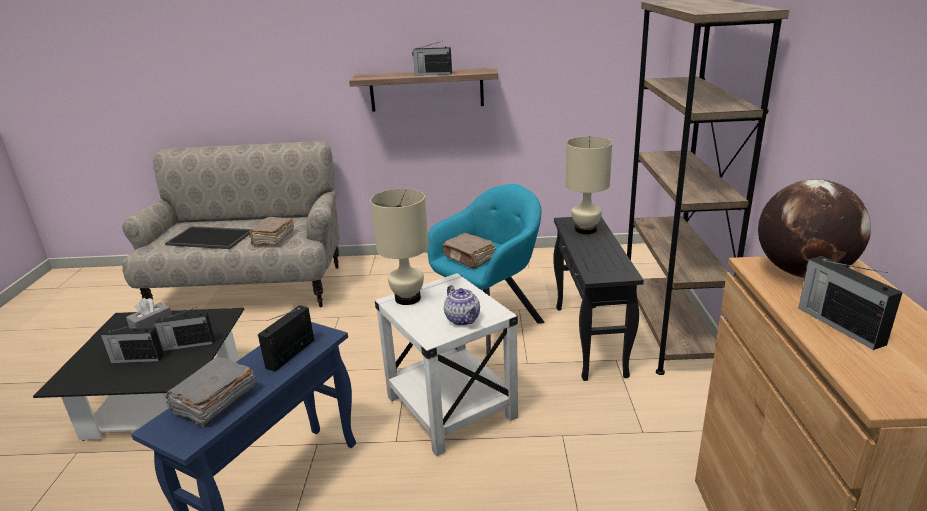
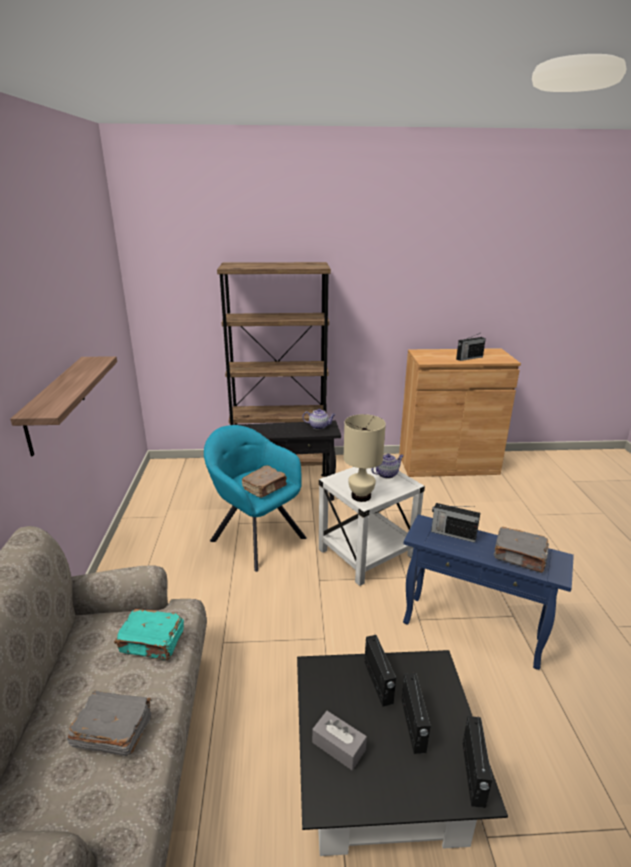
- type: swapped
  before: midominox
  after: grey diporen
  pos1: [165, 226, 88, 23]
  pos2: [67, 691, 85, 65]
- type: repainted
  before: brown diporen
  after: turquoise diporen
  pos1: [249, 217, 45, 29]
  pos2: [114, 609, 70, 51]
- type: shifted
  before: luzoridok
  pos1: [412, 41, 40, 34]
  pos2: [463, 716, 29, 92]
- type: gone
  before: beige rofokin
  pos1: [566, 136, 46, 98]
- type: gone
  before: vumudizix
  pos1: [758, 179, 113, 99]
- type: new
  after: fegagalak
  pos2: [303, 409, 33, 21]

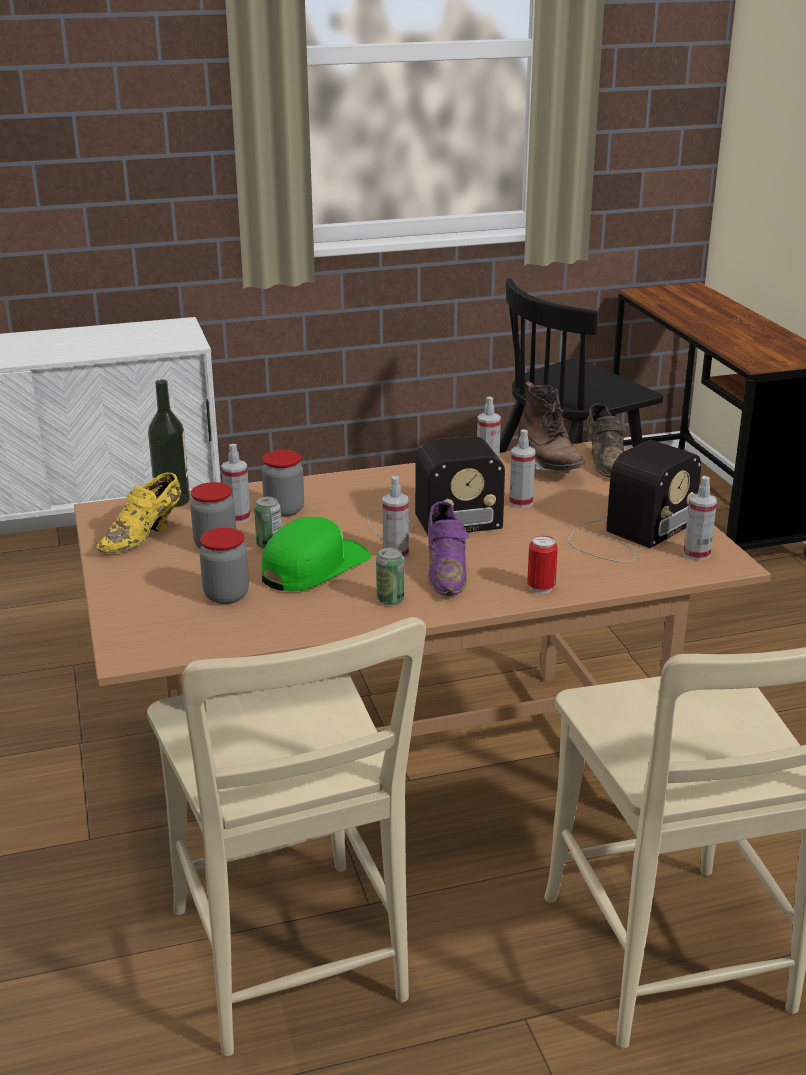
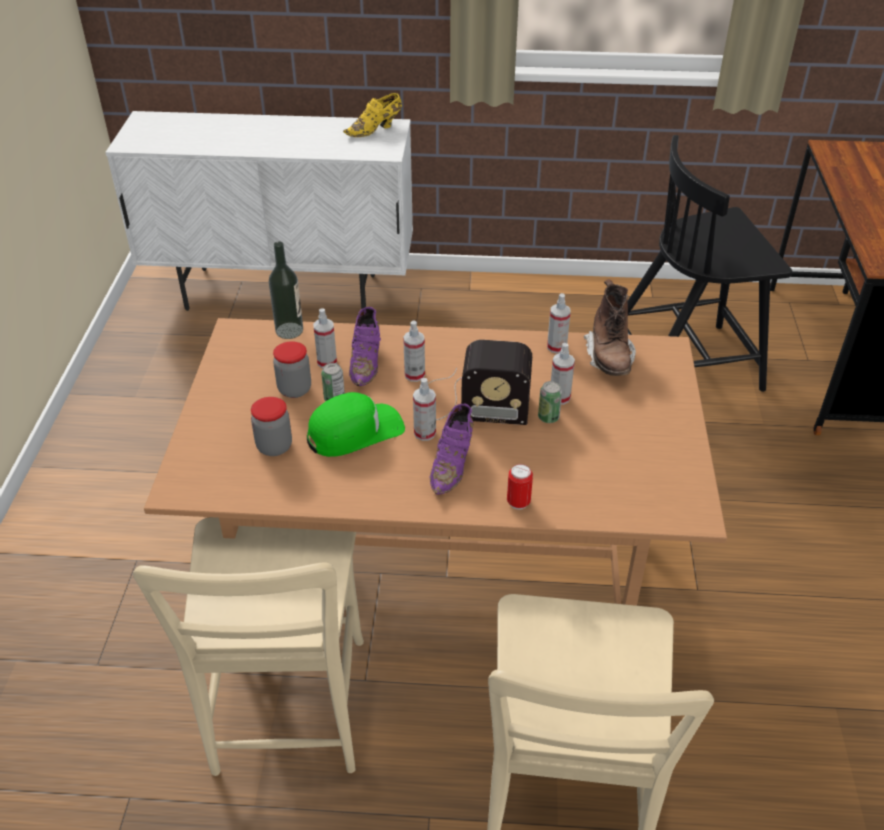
- type: shifted
  before: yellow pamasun
  pos1: [95, 472, 86, 81]
  pos2: [343, 93, 59, 44]
- type: swapped
  before: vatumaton
  after: purple pamasun
  pos1: [262, 450, 42, 67]
  pos2: [349, 307, 32, 79]
- type: shifted
  before: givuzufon
  pos1: [376, 548, 29, 57]
  pos2: [538, 381, 24, 42]
- type: gone
  before: luzoridok
  pos1: [562, 440, 139, 122]
- type: gone
  before: brown pamasun
  pos1: [587, 404, 39, 73]
- type: shifted
  before: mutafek
  pos1: [683, 476, 34, 85]
  pos2: [403, 321, 22, 61]

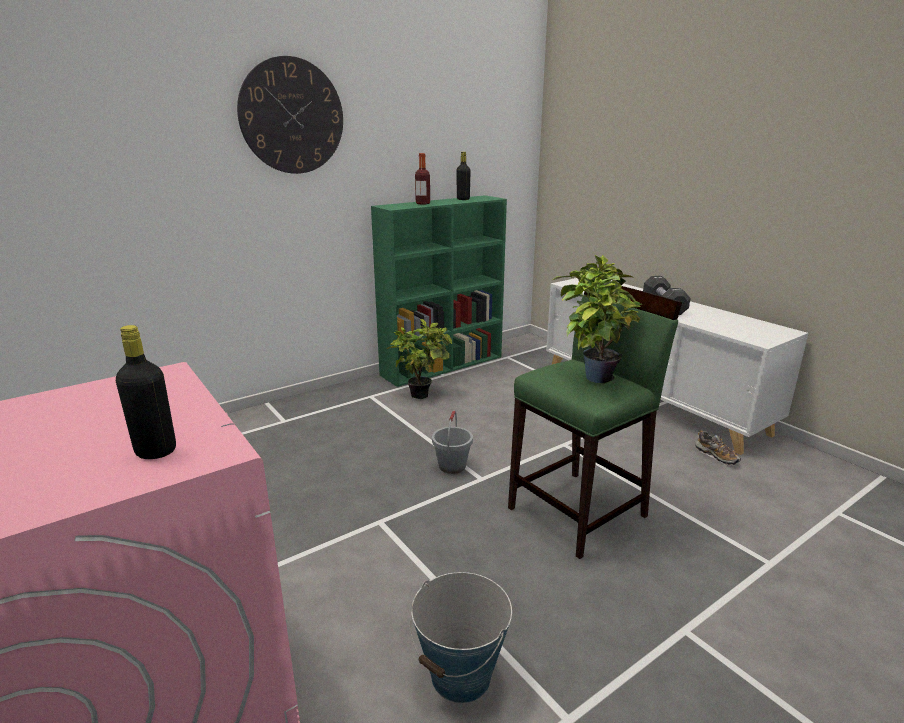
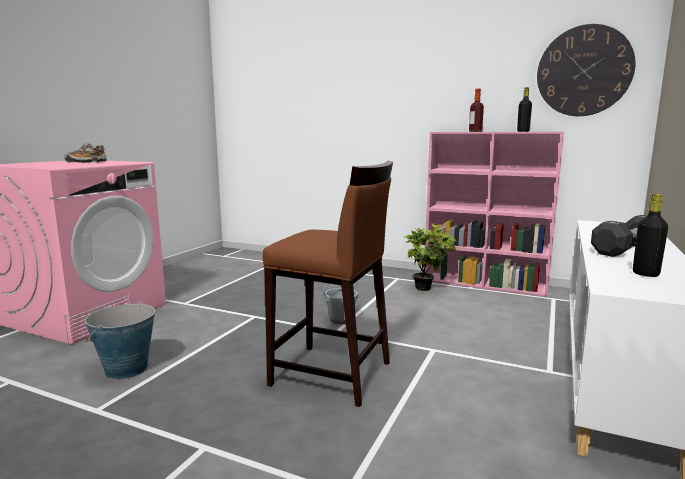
- type: shifted
  before: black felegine
  pos1: [116, 325, 60, 134]
  pos2: [633, 194, 35, 83]
- type: shifted
  before: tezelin
  pos1: [237, 56, 106, 118]
  pos2: [537, 24, 98, 92]
- type: repainted
  before: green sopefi
  after: pink sopefi
  pos1: [371, 195, 136, 192]
  pos2: [425, 132, 139, 165]
- type: repainted
  before: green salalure
  after: brown salalure
  pos1: [508, 286, 174, 273]
  pos2: [262, 160, 131, 247]
- type: gone
  before: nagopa
  pos1: [553, 255, 90, 129]
- type: shifted
  before: pamasun
  pos1: [696, 430, 45, 36]
  pos2: [65, 143, 42, 20]

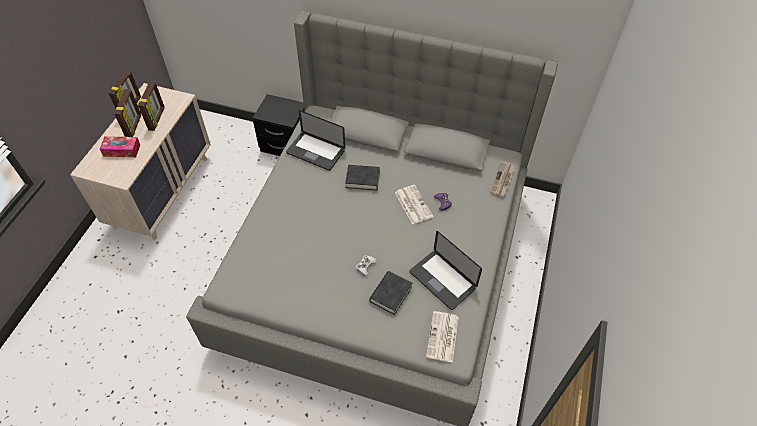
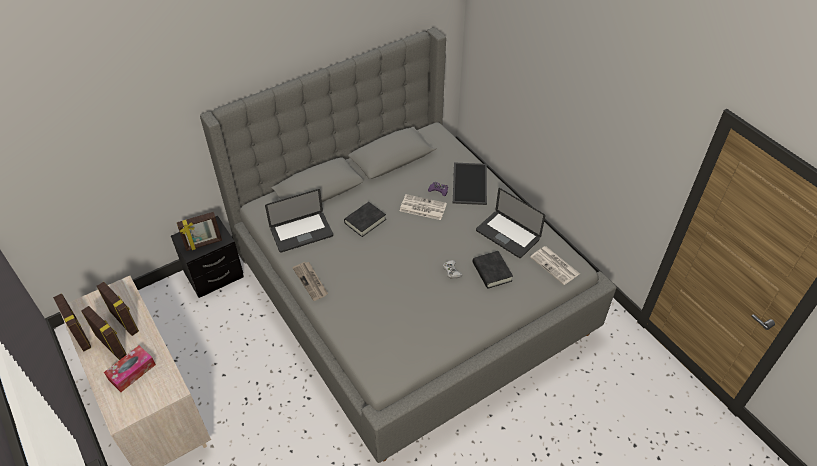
- type: rotated
  before: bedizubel
  pos1: [409, 231, 73, 79]
  pos2: [476, 188, 69, 70]
  turn: 45
- type: shifted
  before: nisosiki
  pos1: [491, 161, 25, 35]
  pos2: [293, 262, 35, 39]
- type: new
  after: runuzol
  pos2: [177, 212, 45, 39]
- type: new
  after: midominox
  pos2: [453, 162, 34, 43]

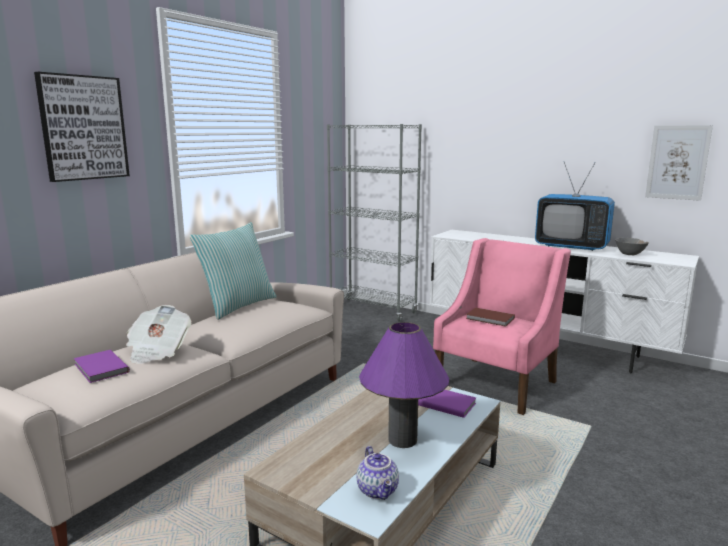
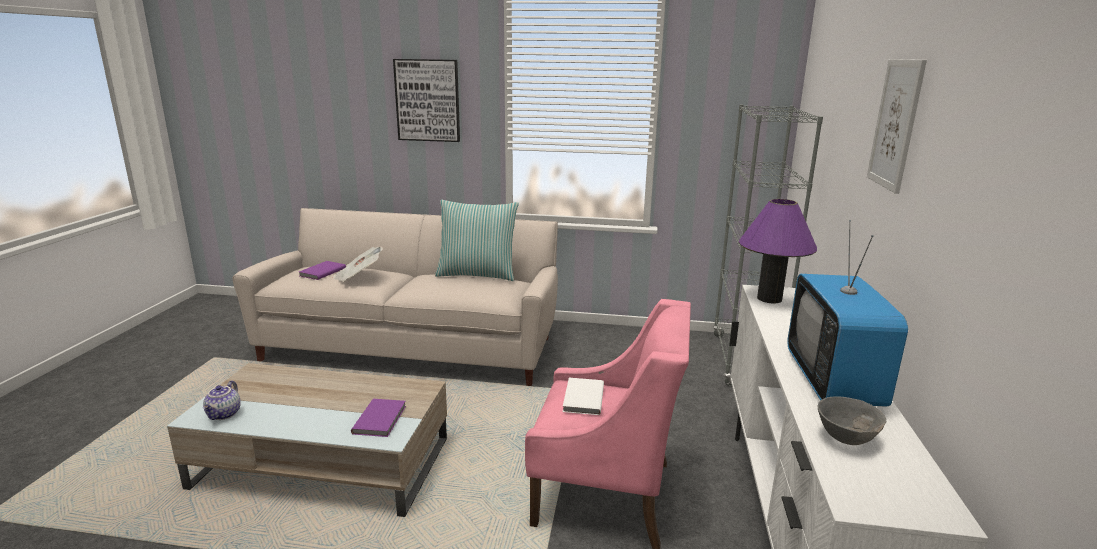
- type: rotated
  before: fegagalak
  pos1: [357, 446, 42, 54]
  pos2: [203, 381, 38, 39]
  turn: -45
- type: shifted
  before: purple rofokin
  pos1: [359, 322, 90, 126]
  pos2: [739, 199, 78, 105]
- type: repainted
  before: brown diporen
  after: white diporen
  pos1: [466, 308, 49, 19]
  pos2: [563, 378, 41, 37]
- type: shifted
  before: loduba
  pos1: [645, 125, 68, 76]
  pos2: [867, 59, 60, 135]

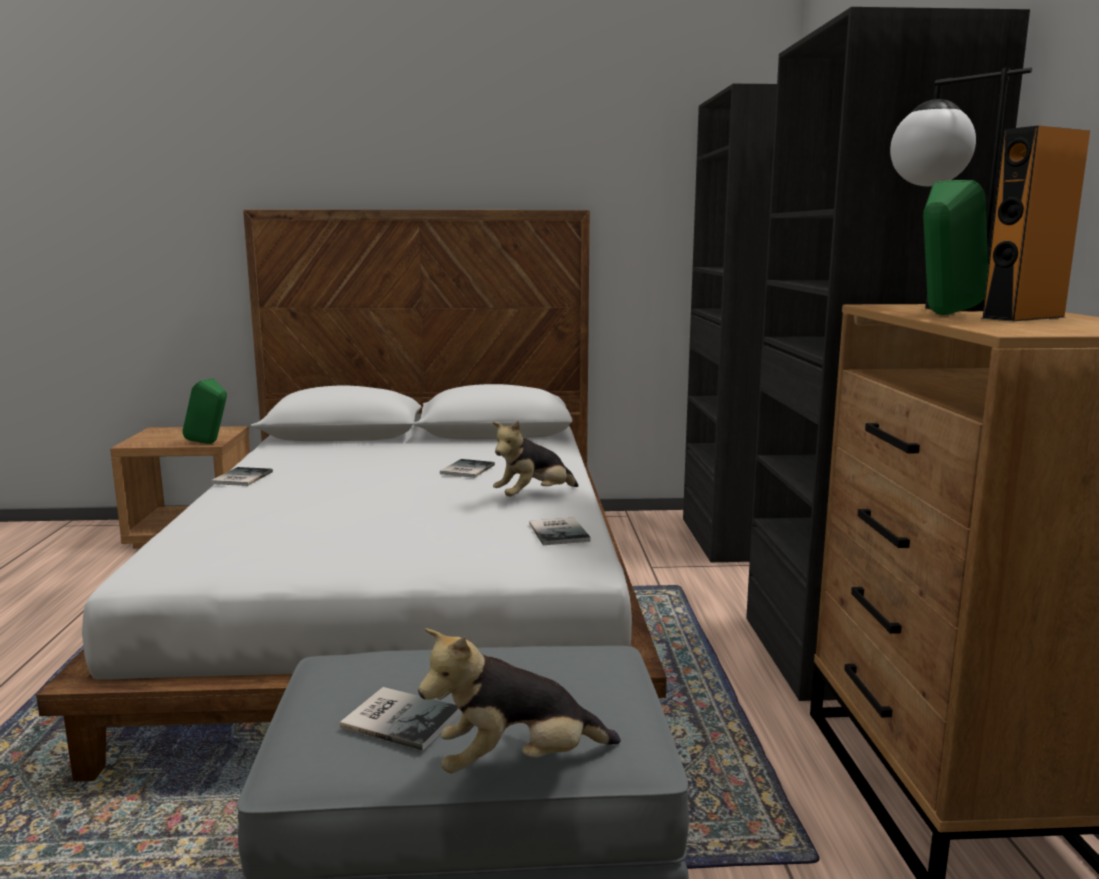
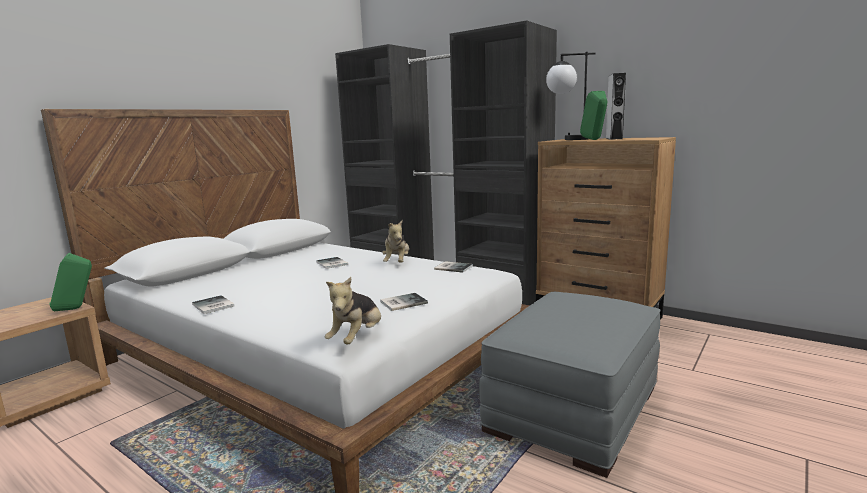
- type: shifted
  before: diporen
  pos1: [340, 687, 121, 63]
  pos2: [380, 293, 48, 18]
- type: shifted
  before: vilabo
  pos1: [418, 628, 203, 145]
  pos2: [325, 277, 56, 67]
- type: repainted
  before: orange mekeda
  after: grey mekeda
  pos1: [980, 125, 110, 197]
  pos2: [606, 73, 20, 67]

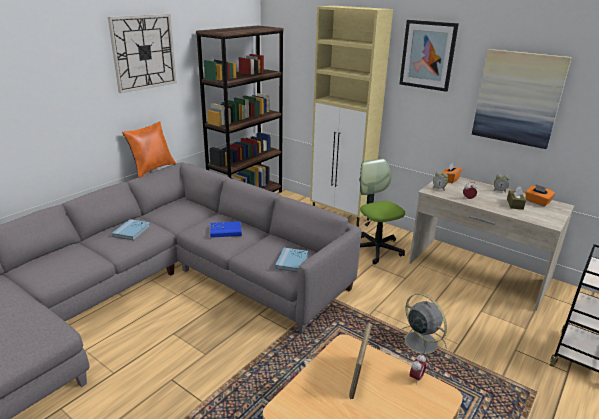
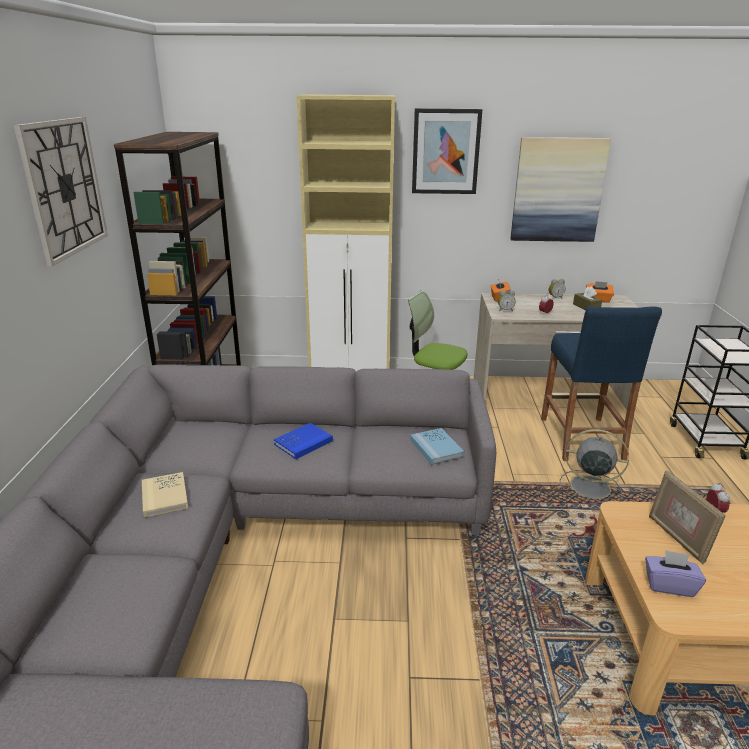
- type: repainted
  before: blue diporen
  after: beige diporen
  pos1: [112, 219, 38, 21]
  pos2: [142, 472, 46, 46]
- type: gone
  before: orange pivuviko
  pos1: [122, 121, 54, 57]
- type: new
  after: blue salalure
  pos2: [541, 306, 121, 155]
- type: new
  after: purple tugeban
  pos2: [645, 550, 61, 47]

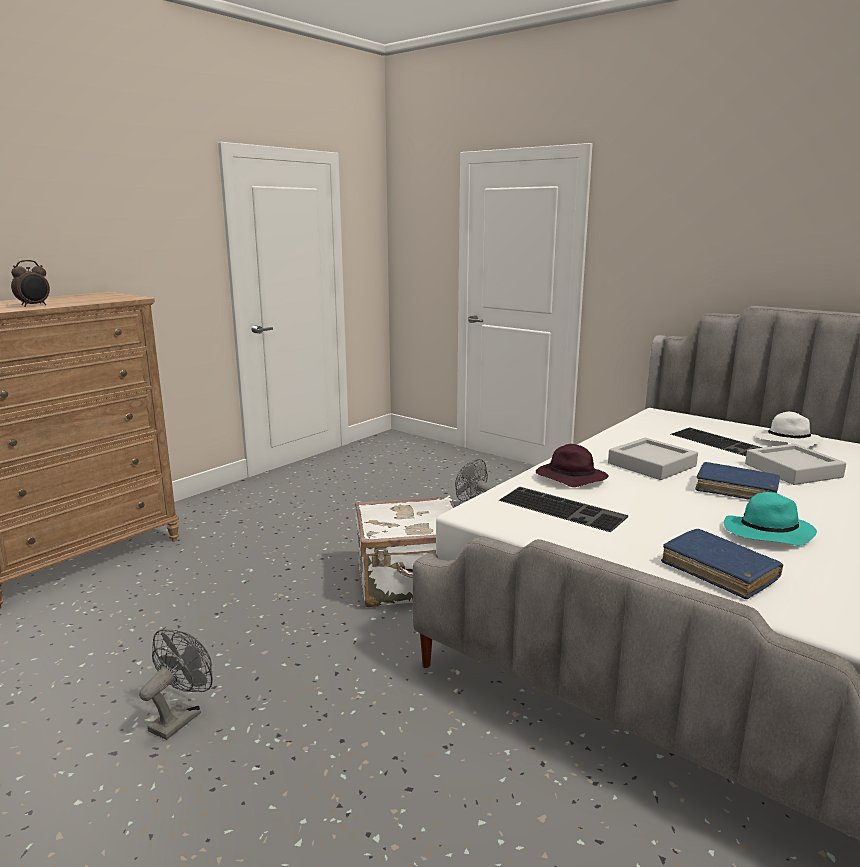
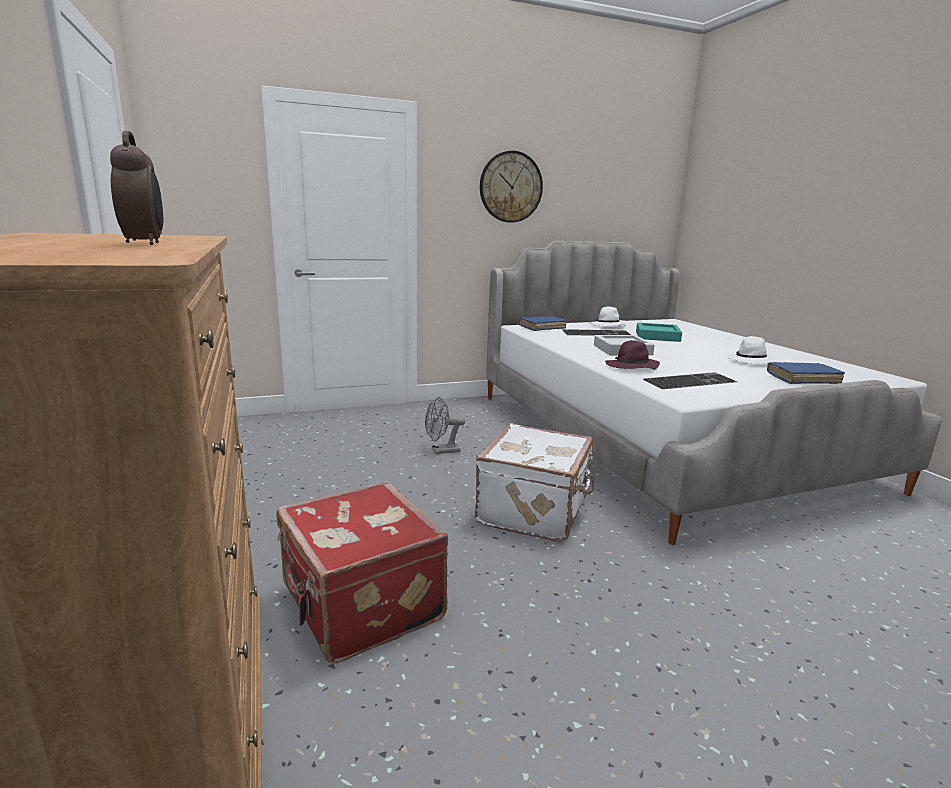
- type: gone
  before: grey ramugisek
  pos1: [139, 629, 74, 111]
- type: shifted
  before: blue diporen
  pos1: [695, 462, 85, 38]
  pos2: [519, 316, 48, 15]
- type: repainted
  before: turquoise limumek
  after: white limumek
  pos1: [724, 492, 93, 54]
  pos2: [727, 336, 50, 28]
- type: repainted
  before: grey midominox
  after: turquoise midominox
  pos1: [745, 444, 101, 41]
  pos2: [636, 322, 46, 20]
- type: new
  after: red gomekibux
  pos2: [276, 481, 172, 182]
- type: new
  after: tezelin
  pos2: [480, 151, 63, 72]

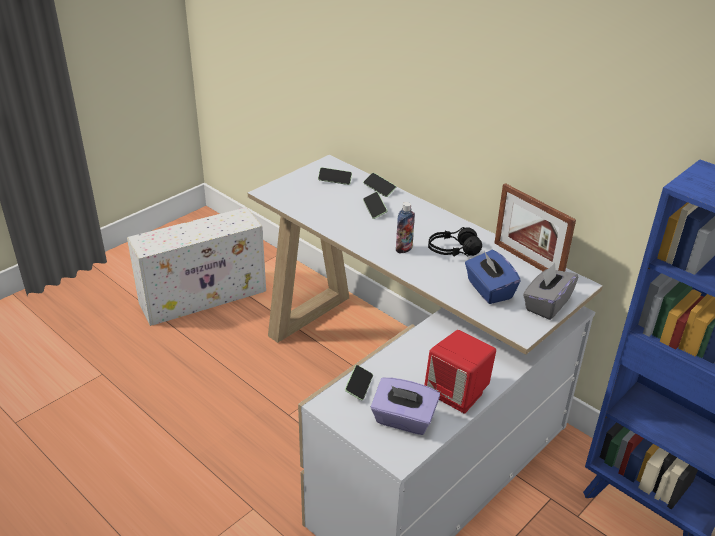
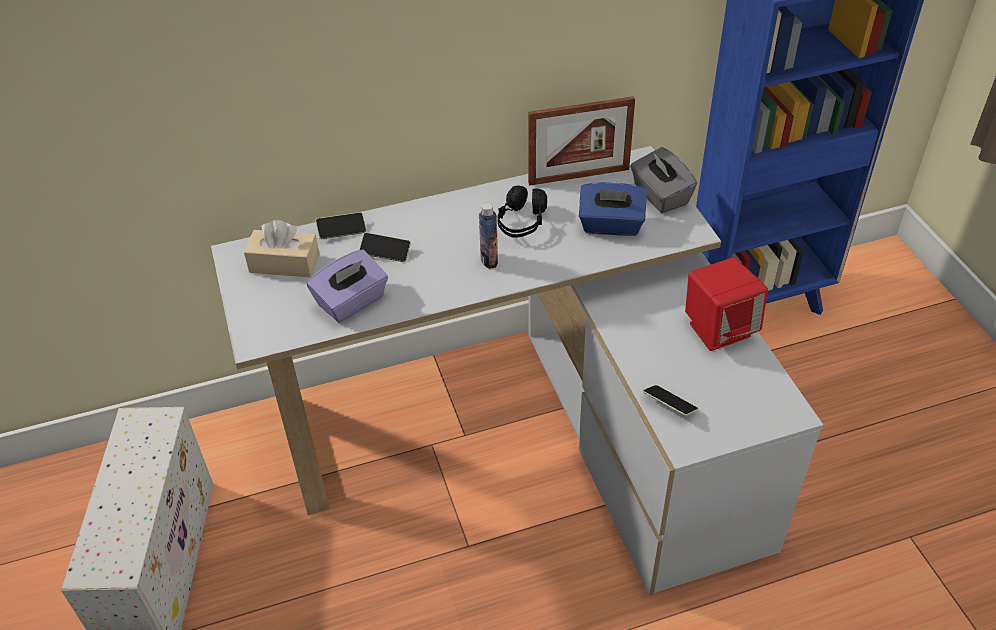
- type: swapped
  before: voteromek
  after: beige tugeban
  pos1: [318, 167, 34, 18]
  pos2: [244, 220, 76, 57]
- type: shifted
  before: purple tugeban
  pos1: [371, 377, 69, 58]
  pos2: [307, 250, 81, 72]

